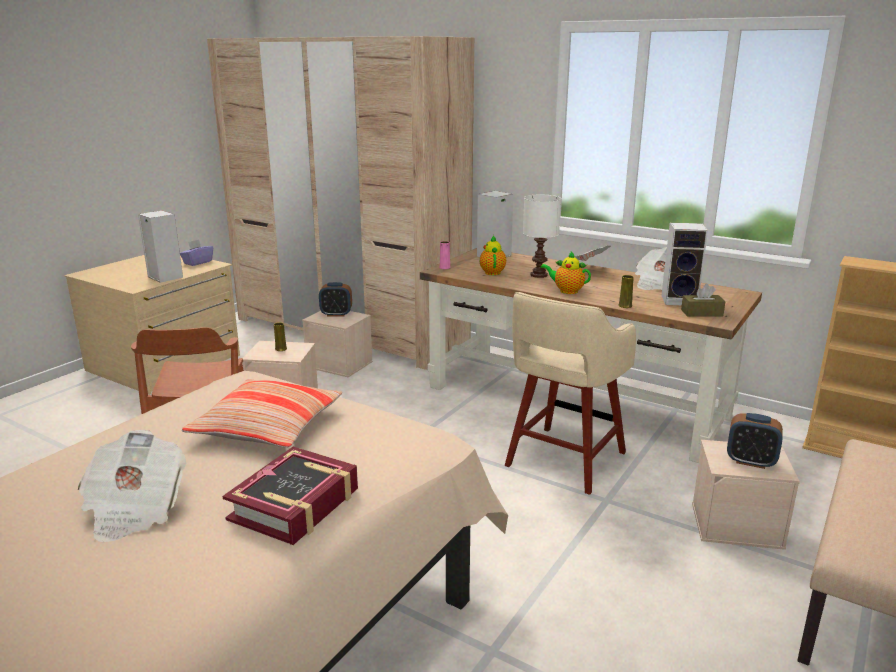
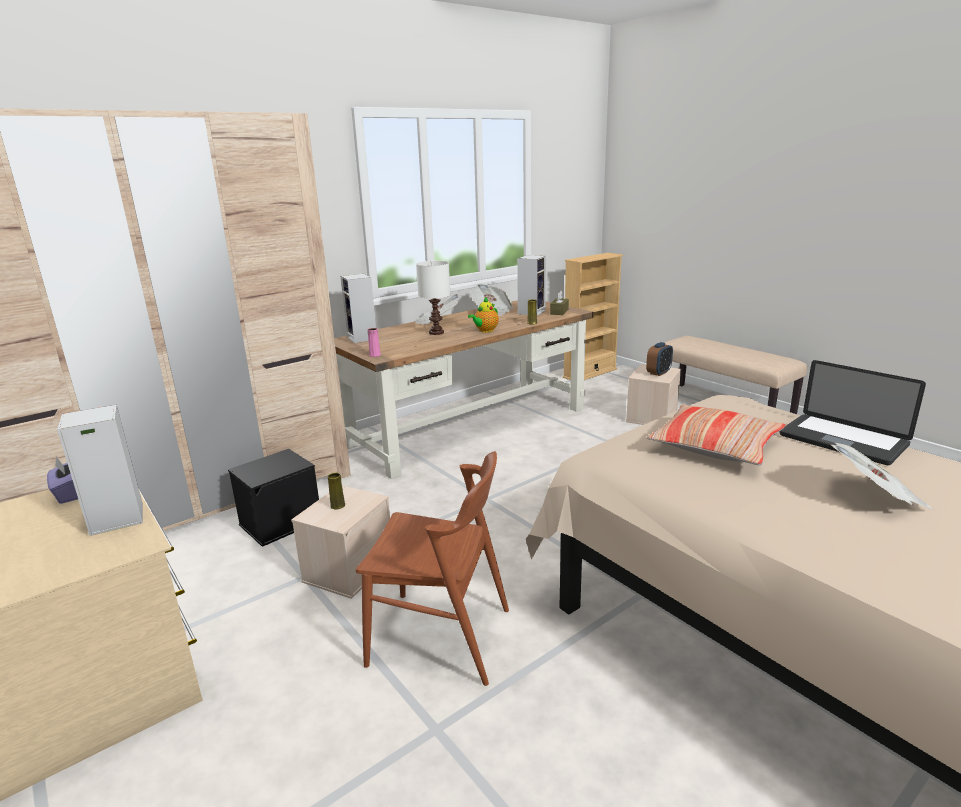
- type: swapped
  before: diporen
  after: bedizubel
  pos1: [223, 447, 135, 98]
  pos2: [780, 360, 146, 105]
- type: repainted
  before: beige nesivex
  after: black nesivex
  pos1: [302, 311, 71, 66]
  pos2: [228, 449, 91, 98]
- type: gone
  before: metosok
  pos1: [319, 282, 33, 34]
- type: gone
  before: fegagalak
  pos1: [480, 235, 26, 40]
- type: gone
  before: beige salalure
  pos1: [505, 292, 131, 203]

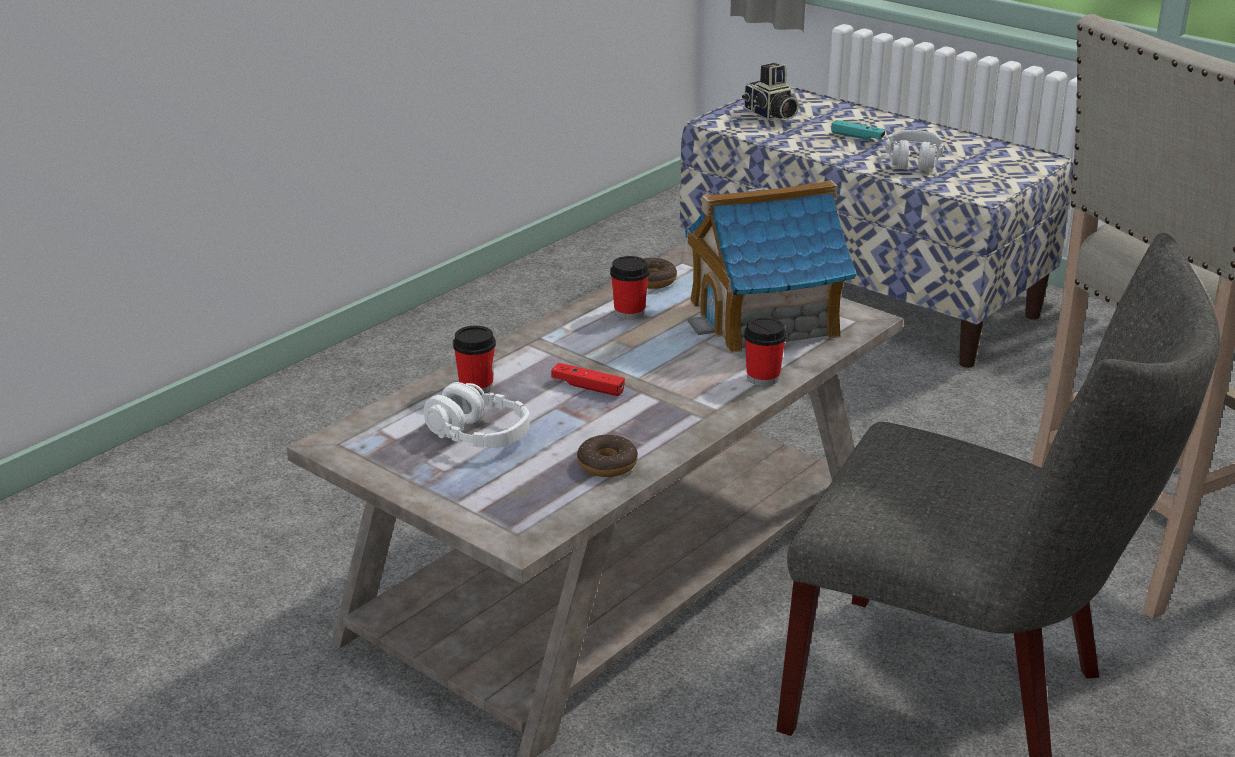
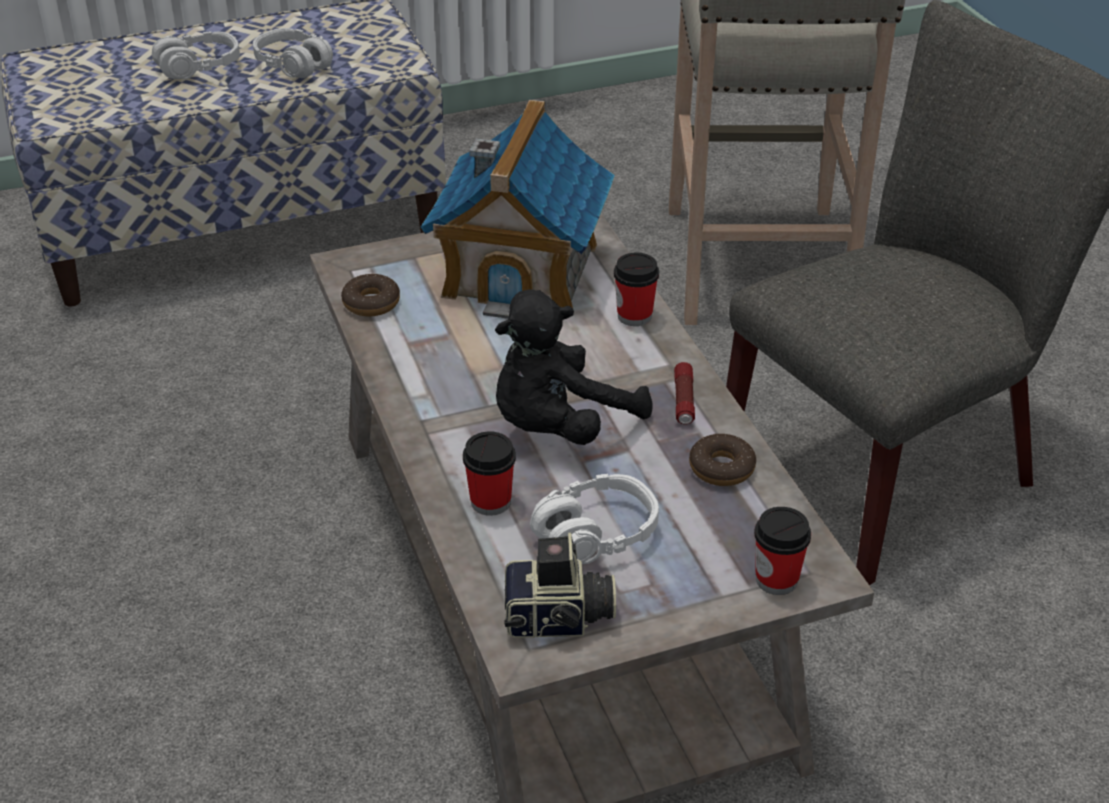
- type: swapped
  before: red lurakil
  after: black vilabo
  pos1: [551, 363, 74, 33]
  pos2: [495, 289, 158, 156]
- type: shifted
  before: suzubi
  pos1: [610, 256, 39, 64]
  pos2: [754, 507, 57, 88]
- type: shifted
  before: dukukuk
  pos1: [742, 63, 57, 57]
  pos2: [504, 533, 112, 105]
- type: swapped
  before: turquoise lurakil
  after: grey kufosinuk
  pos1: [831, 120, 54, 20]
  pos2: [152, 31, 88, 48]
- type: new
  after: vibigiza
  pos2: [674, 362, 21, 63]

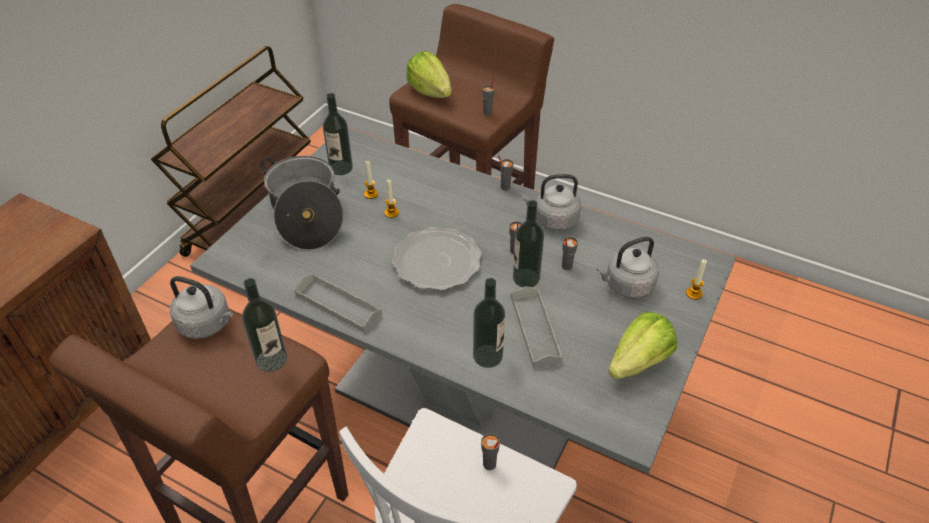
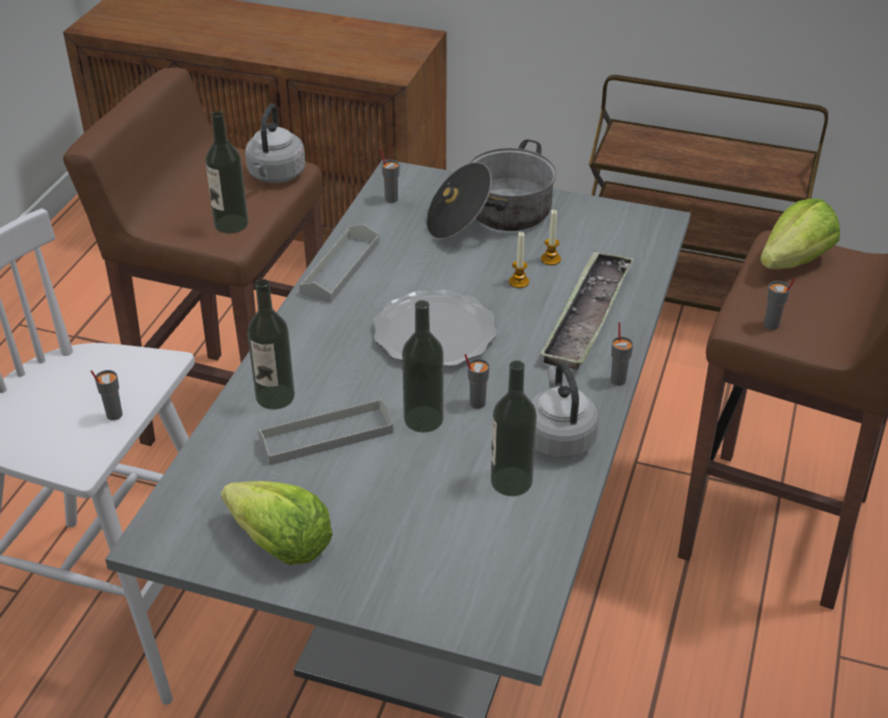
- type: shifted
  before: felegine
  pos1: [323, 93, 30, 82]
  pos2: [491, 360, 46, 136]
- type: shifted
  before: grey suzubi
  pos1: [562, 237, 16, 33]
  pos2: [380, 149, 20, 54]
- type: gone
  before: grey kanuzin
  pos1: [596, 237, 63, 61]
- type: gone
  before: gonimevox
  pos1: [686, 259, 21, 41]
- type: new
  after: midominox
  pos2: [540, 251, 94, 119]

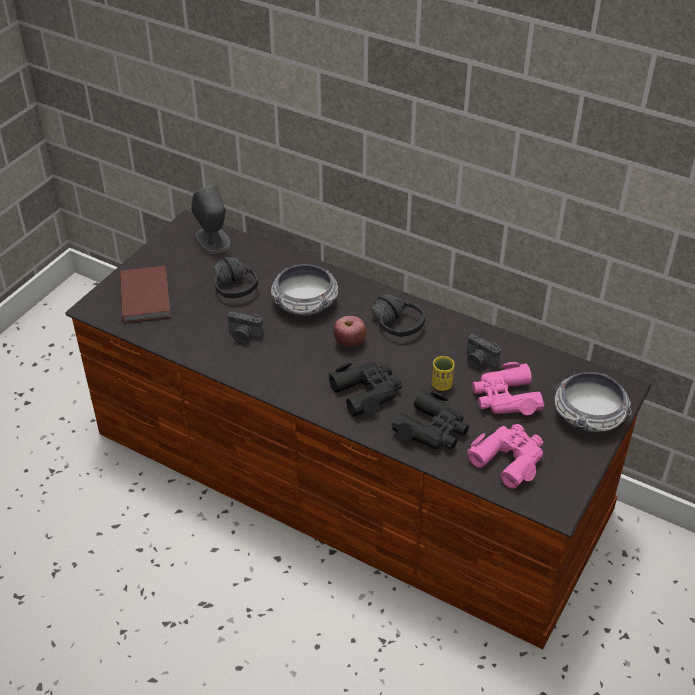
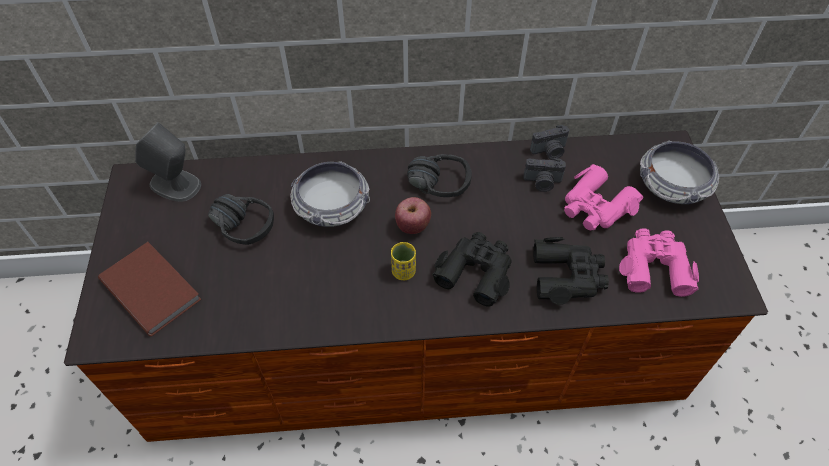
- type: shifted
  before: dukukuk
  pos1: [228, 311, 35, 32]
  pos2: [530, 125, 39, 35]
- type: shifted
  before: yellow suzubi
  pos1: [432, 356, 22, 35]
  pos2: [391, 242, 25, 38]

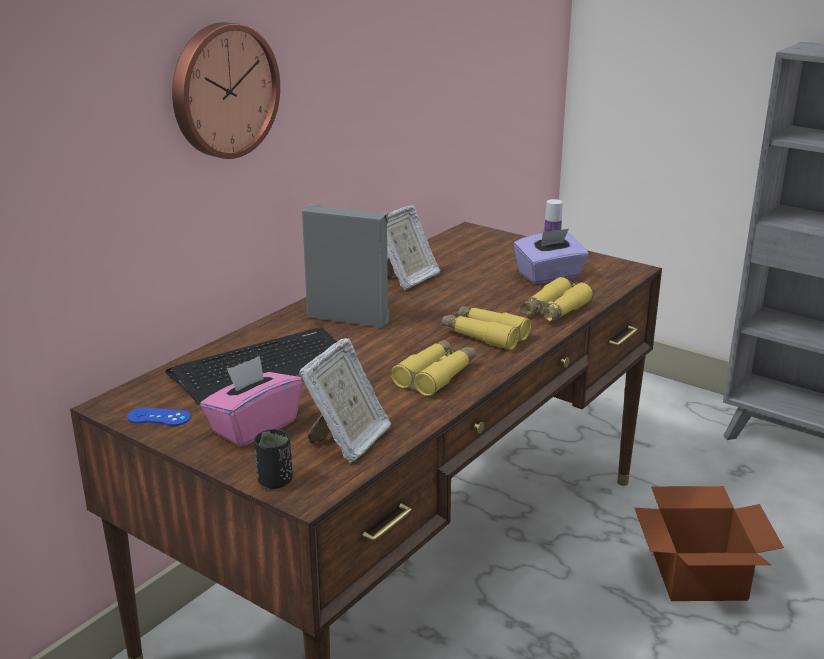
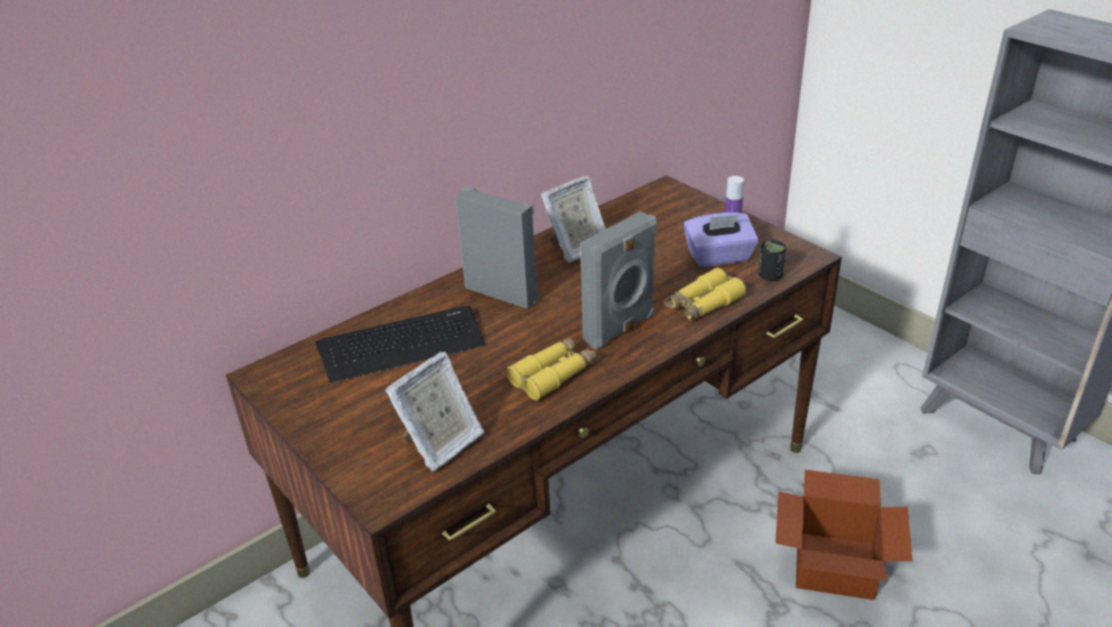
- type: gone
  before: blue lurakil
  pos1: [127, 408, 64, 18]
- type: gone
  before: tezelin
  pos1: [172, 22, 108, 137]
- type: gone
  before: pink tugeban
  pos1: [200, 356, 103, 91]
- type: shifted
  before: black suzubi
  pos1: [254, 429, 39, 60]
  pos2: [758, 240, 28, 41]
- type: swapped
  before: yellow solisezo
  after: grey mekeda
  pos1: [442, 306, 89, 44]
  pos2: [580, 211, 76, 139]

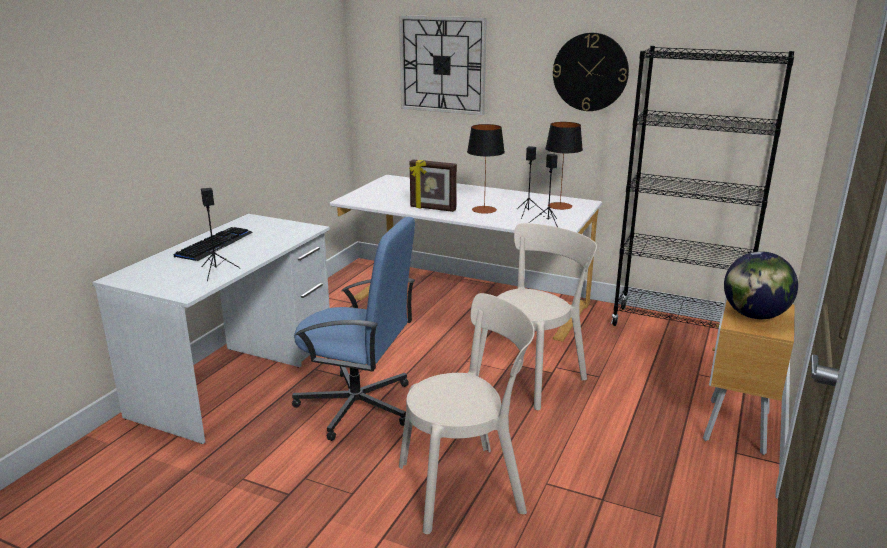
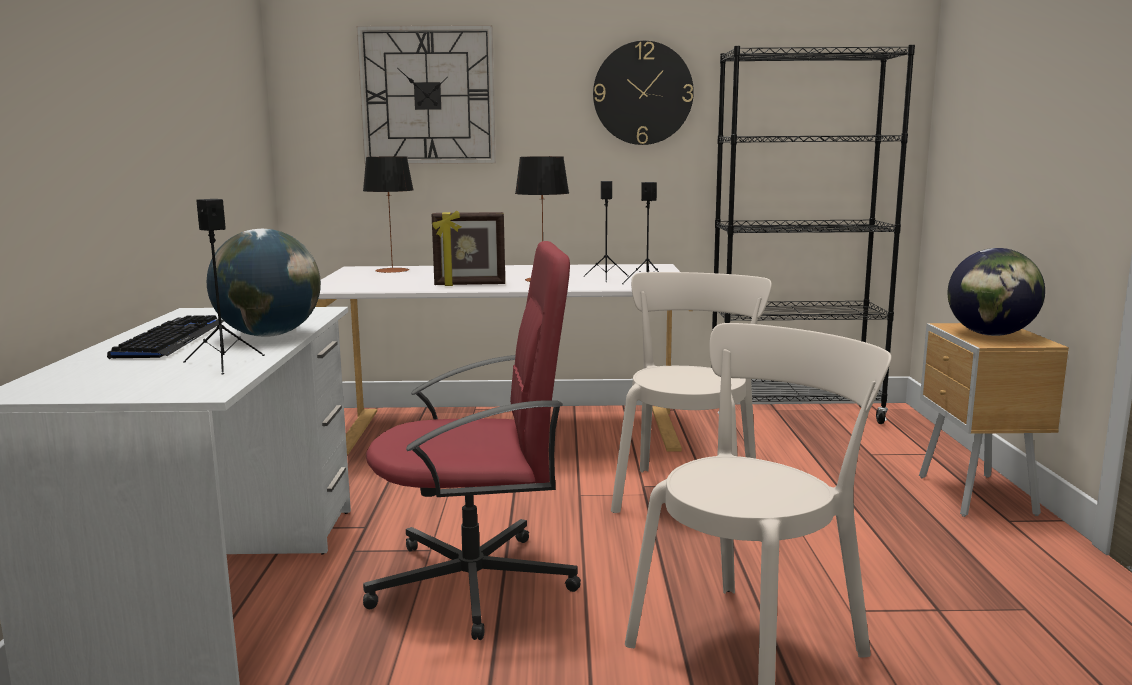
- type: repainted
  before: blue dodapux
  after: red dodapux
  pos1: [292, 217, 123, 224]
  pos2: [363, 241, 218, 399]
- type: shifted
  before: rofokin
  pos1: [545, 122, 38, 88]
  pos2: [363, 156, 50, 117]
- type: new
  after: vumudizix
  pos2: [207, 229, 114, 108]

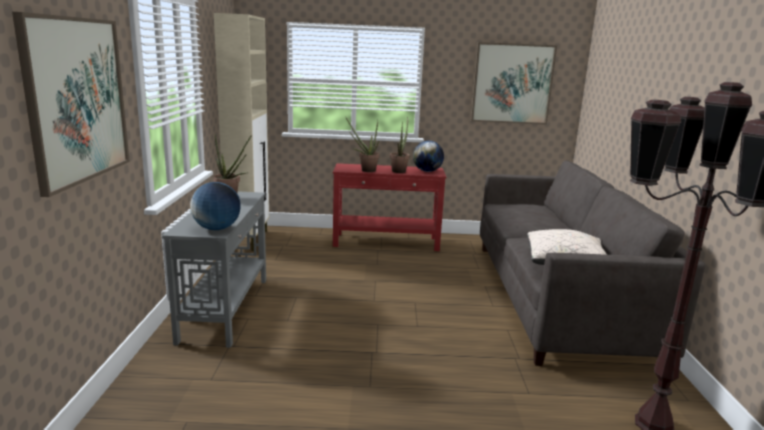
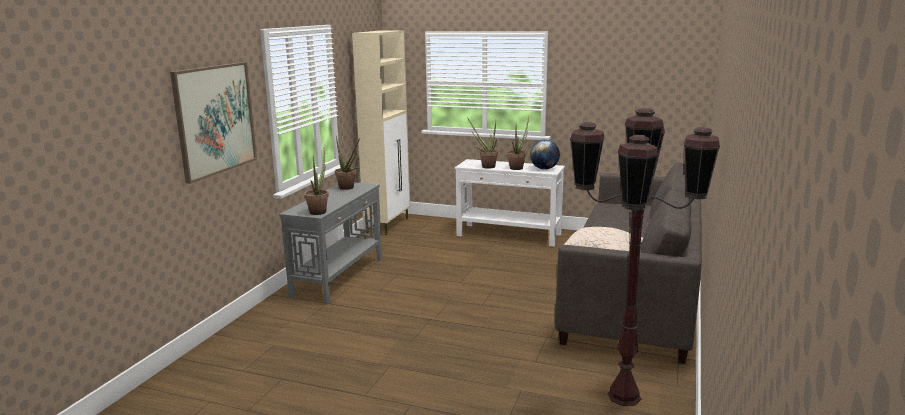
- type: swapped
  before: vumudizix
  after: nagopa
  pos1: [190, 182, 51, 48]
  pos2: [304, 147, 25, 68]
- type: repainted
  before: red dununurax
  after: white dununurax
  pos1: [333, 163, 113, 88]
  pos2: [455, 159, 110, 87]
- type: gone
  before: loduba
  pos1: [471, 42, 86, 83]

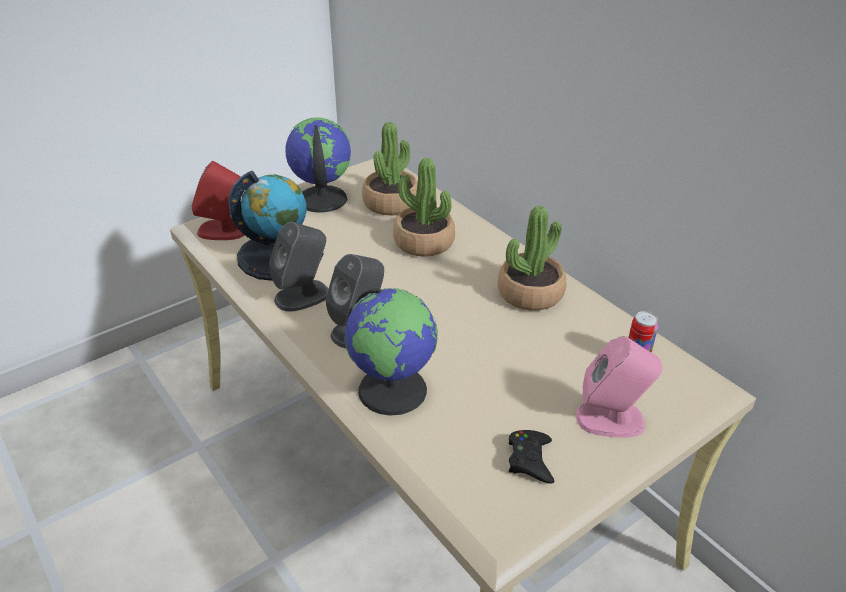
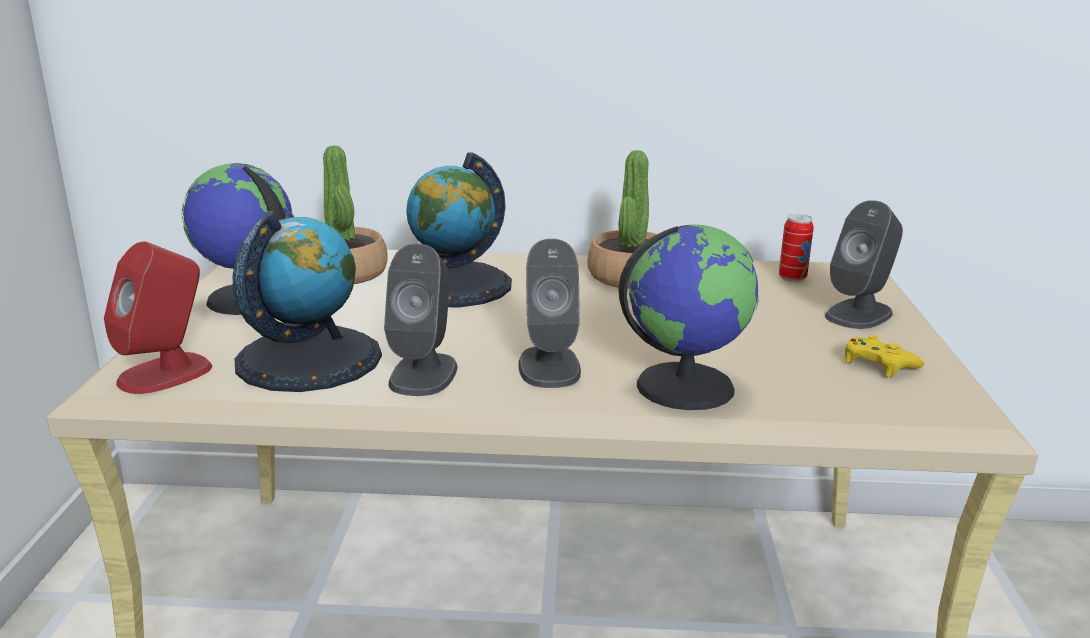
- type: swapped
  before: nagopa
  after: vumudizix
  pos1: [393, 158, 62, 99]
  pos2: [406, 152, 106, 155]
- type: repainted
  before: black lurakil
  after: yellow lurakil
  pos1: [509, 430, 45, 54]
  pos2: [845, 335, 80, 42]
- type: repainted
  before: pink mekeda
  after: grey mekeda
  pos1: [576, 336, 86, 102]
  pos2: [825, 200, 78, 129]

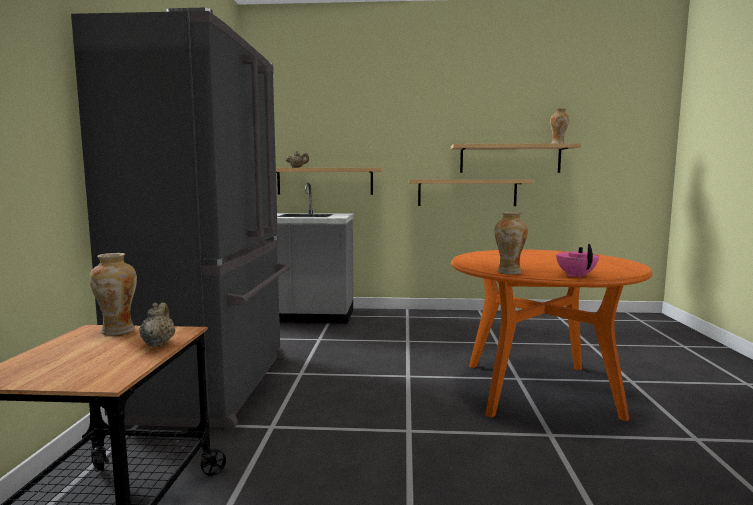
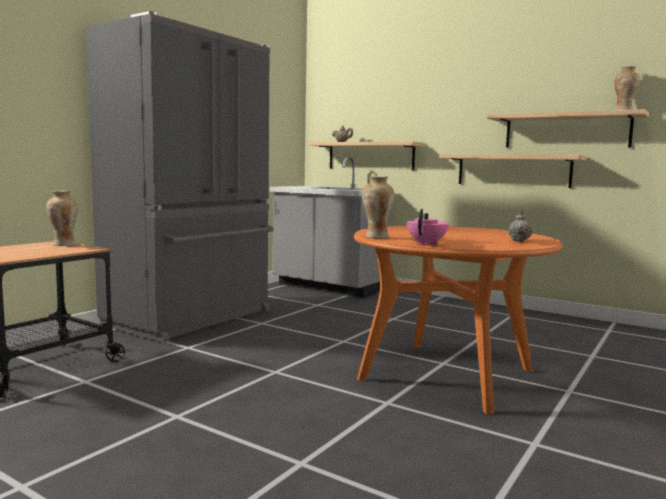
- type: shifted
  before: beige fegagalak
  pos1: [139, 303, 37, 44]
  pos2: [508, 211, 25, 31]

